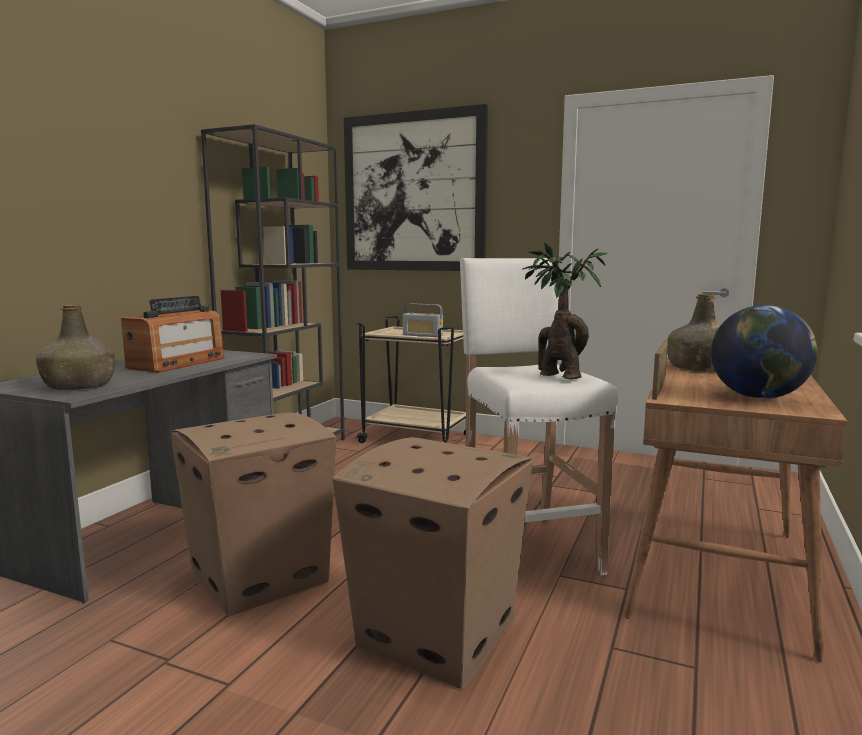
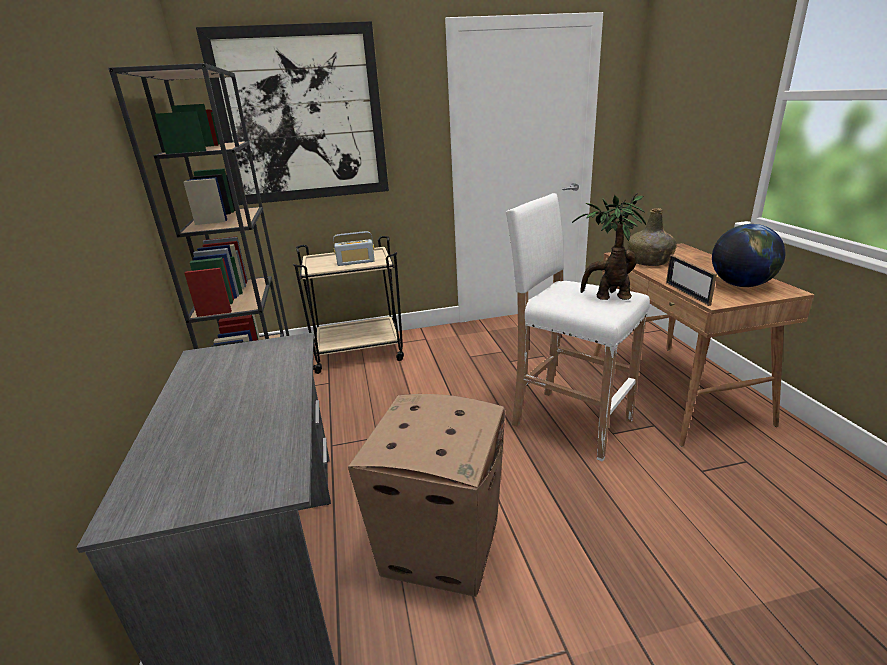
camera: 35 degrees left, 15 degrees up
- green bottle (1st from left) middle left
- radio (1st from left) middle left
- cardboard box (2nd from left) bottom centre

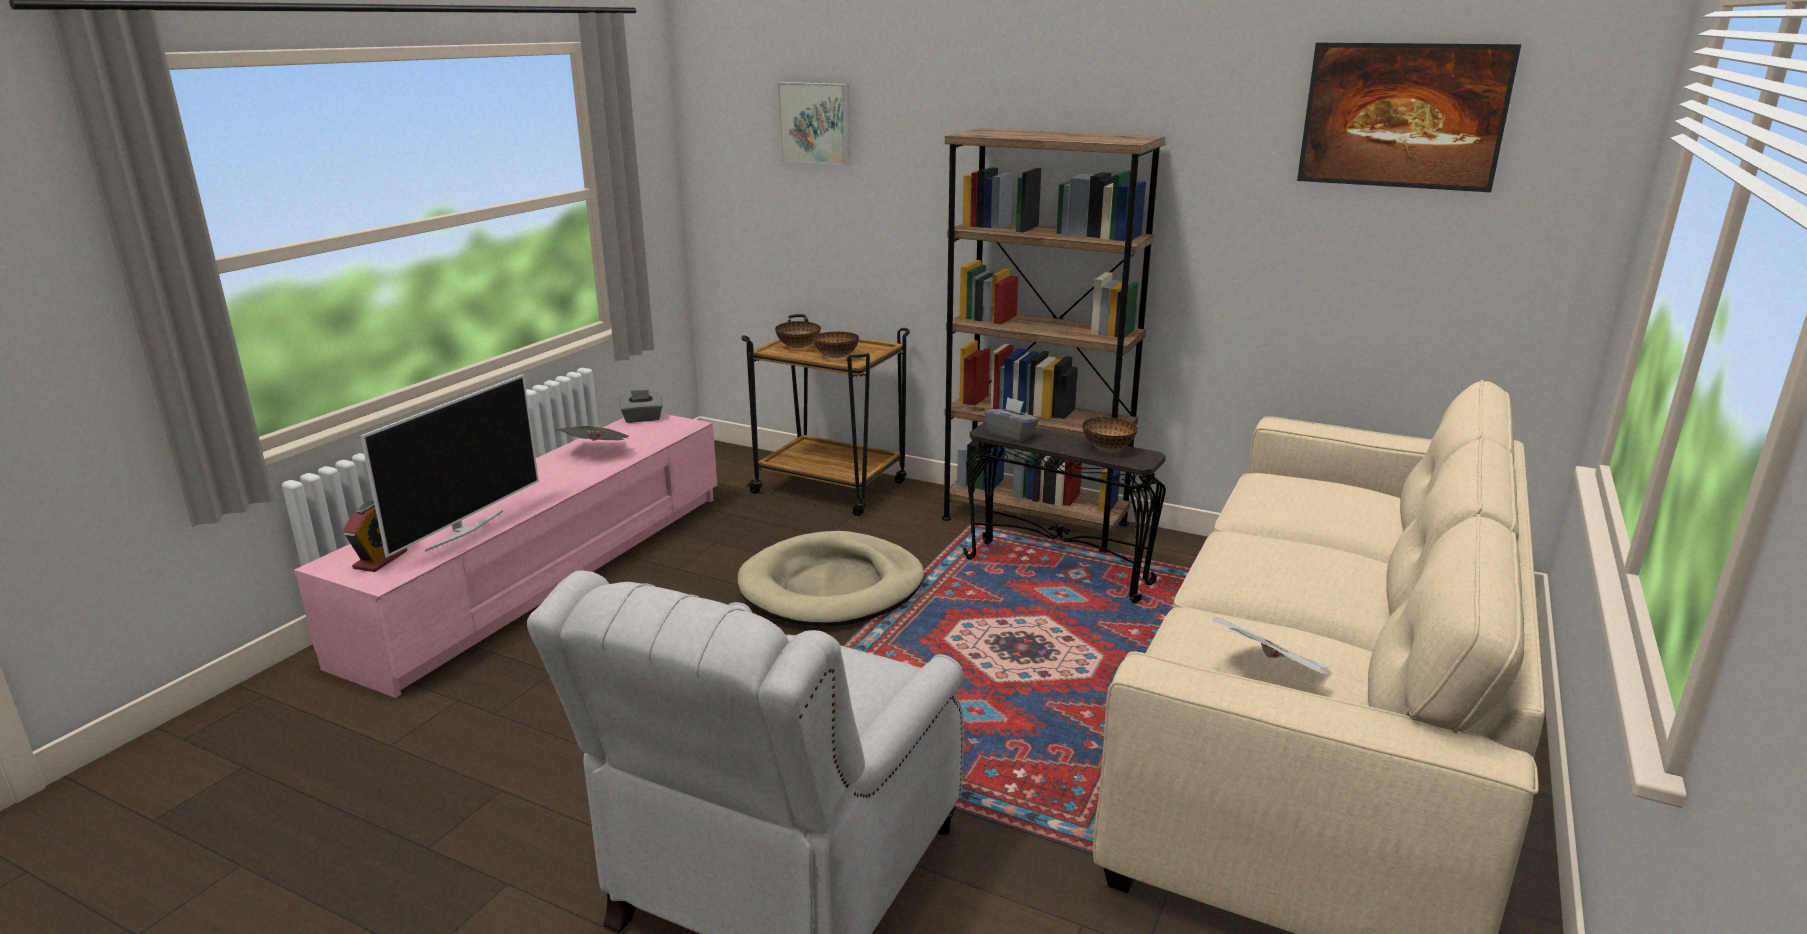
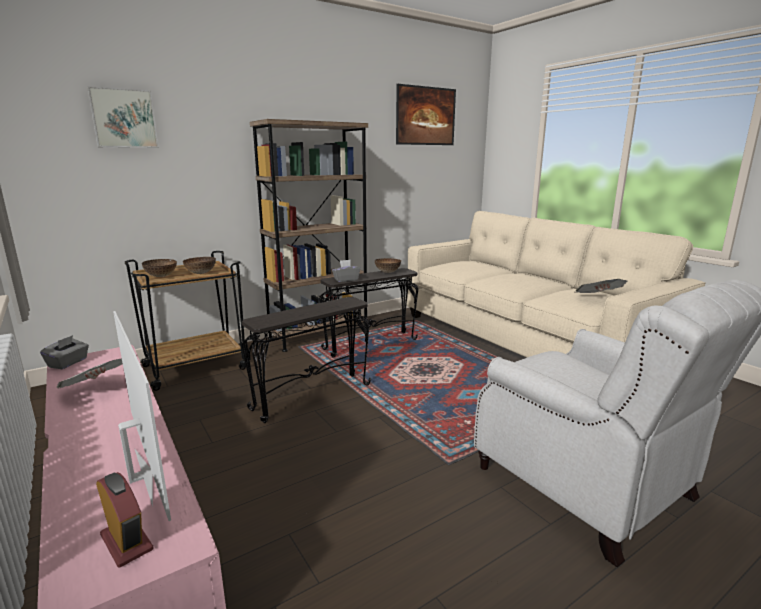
camera: 60 degrees left, 5 degrees down
~ beige dog bed centre to black side table (1st from left) centre

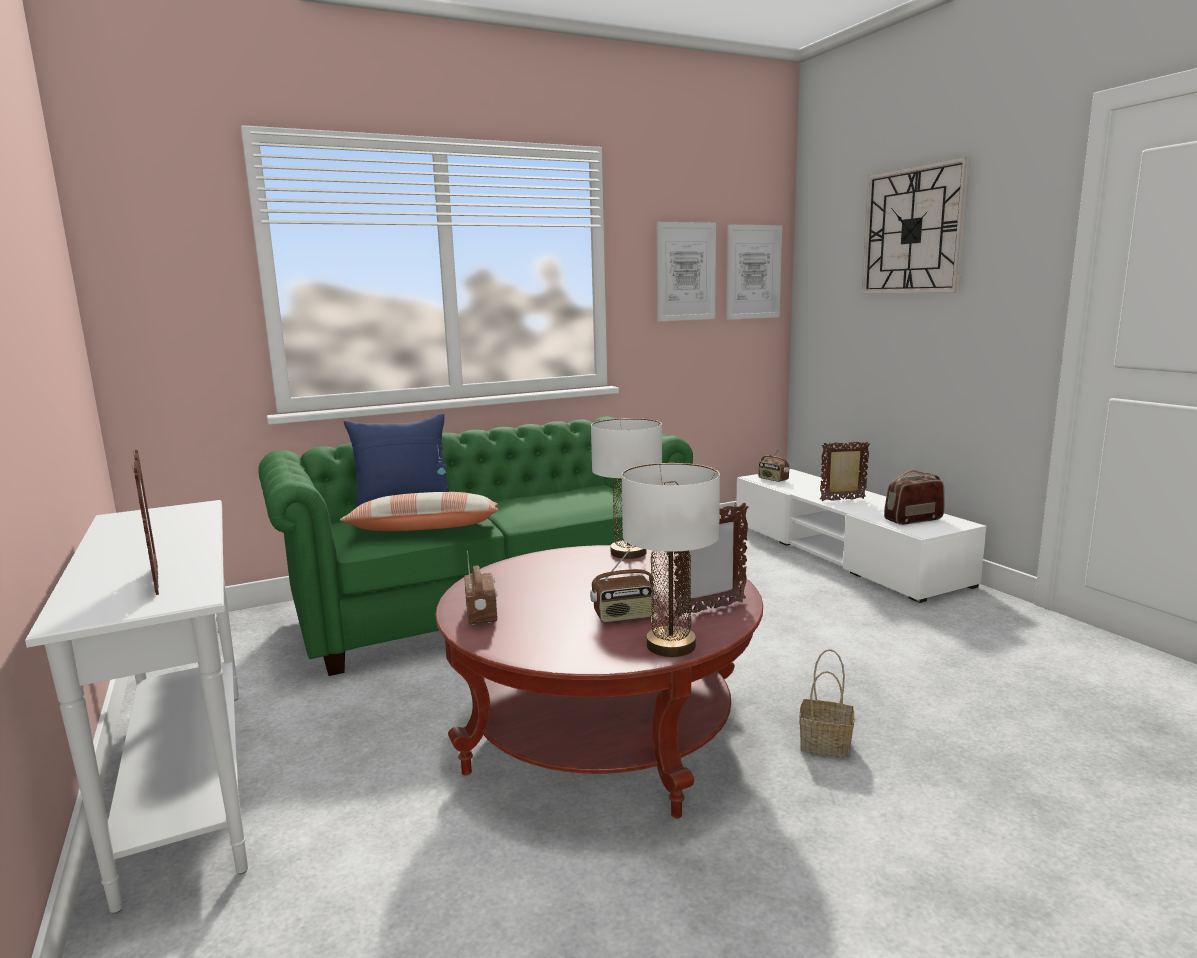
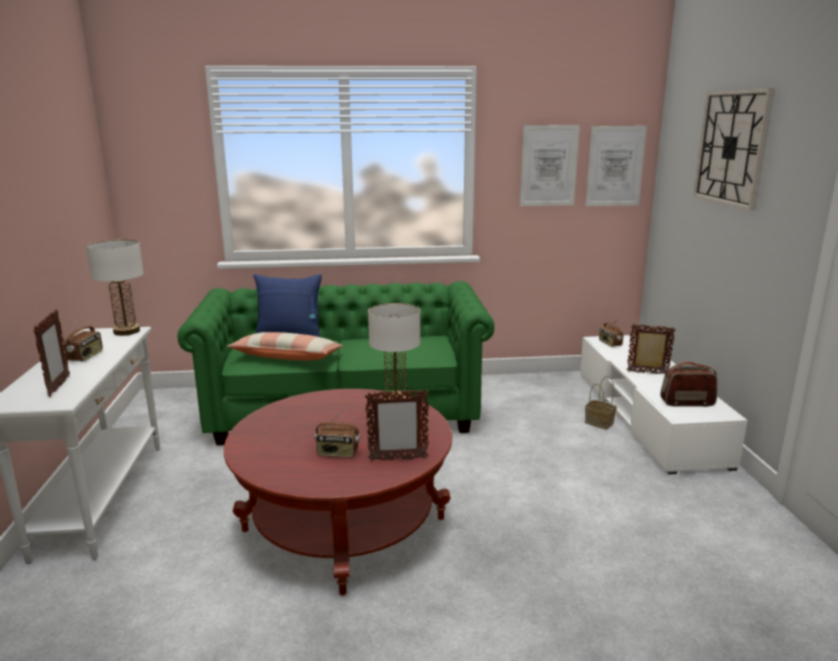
camera: 20 degrees right, 5 degrees up
~ radio (1st from left) centre to middle left
~ table lamp (2nd from left in the first image) centre to table lamp (1st from left) middle left
~ basket bottom right to middle right

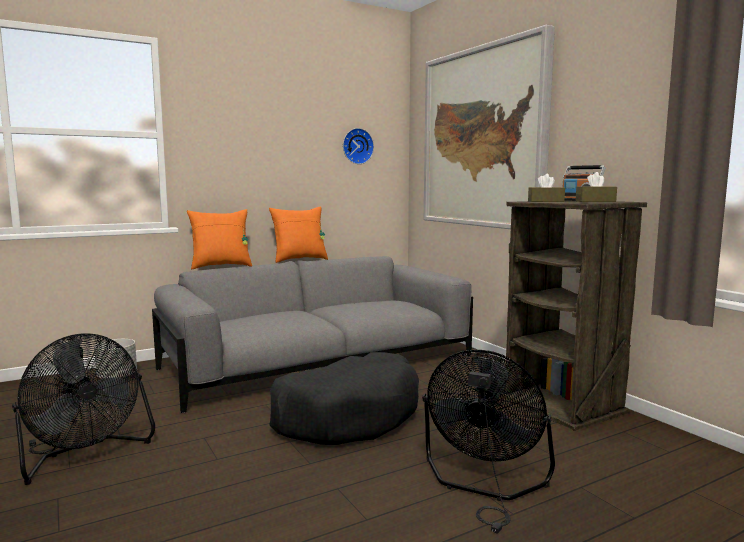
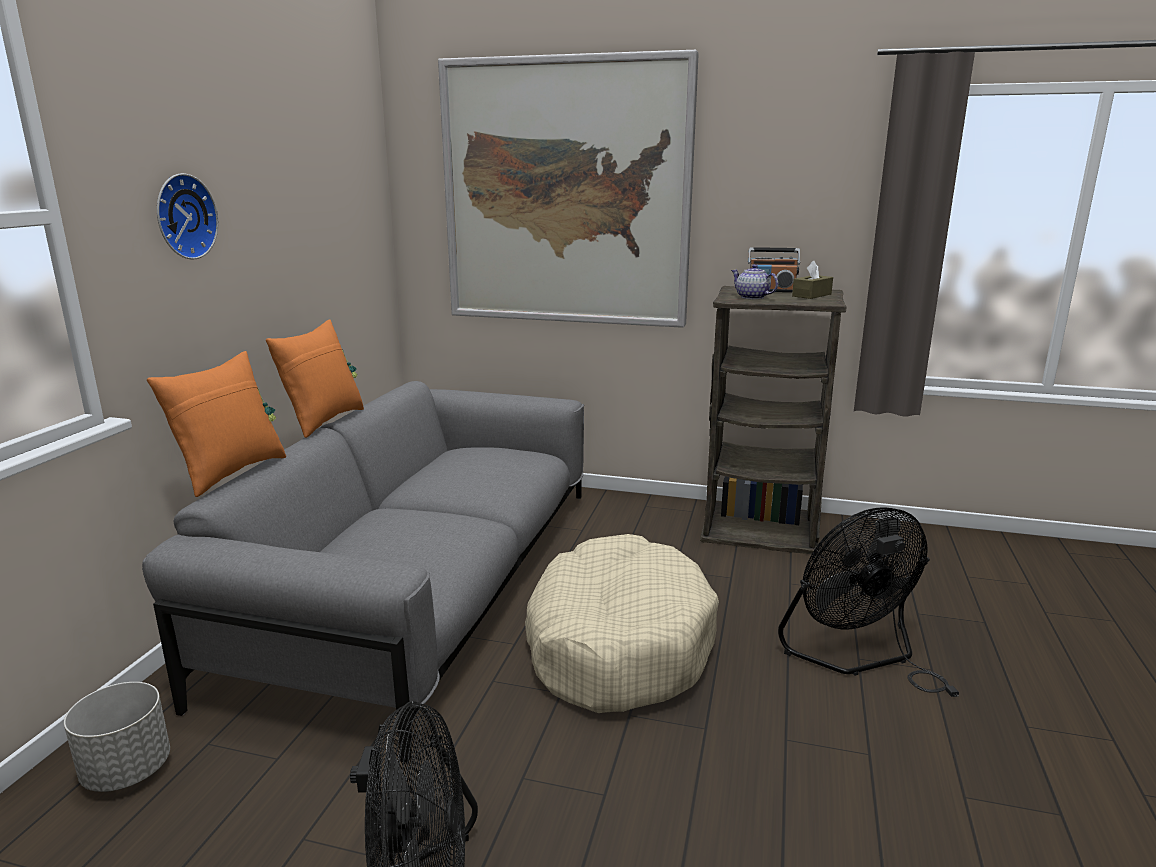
camera: 45 degrees left, 10 degrees up
~ black dog bed bottom centre to beige dog bed bottom centre
~ wall clock top centre to top left
~ brown tissue box (1st from left) middle right to teapot top centre

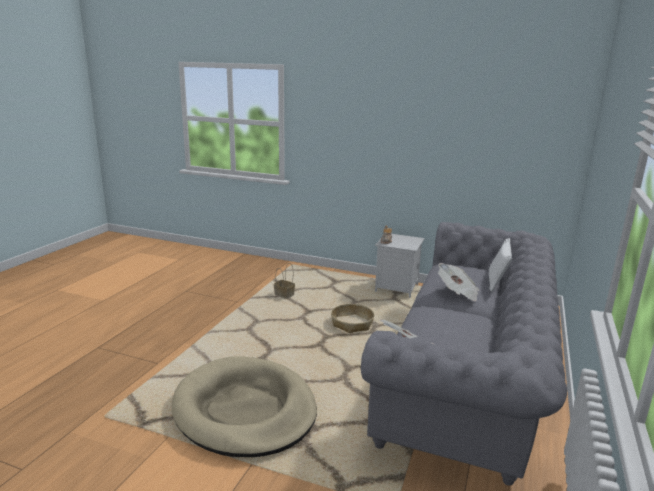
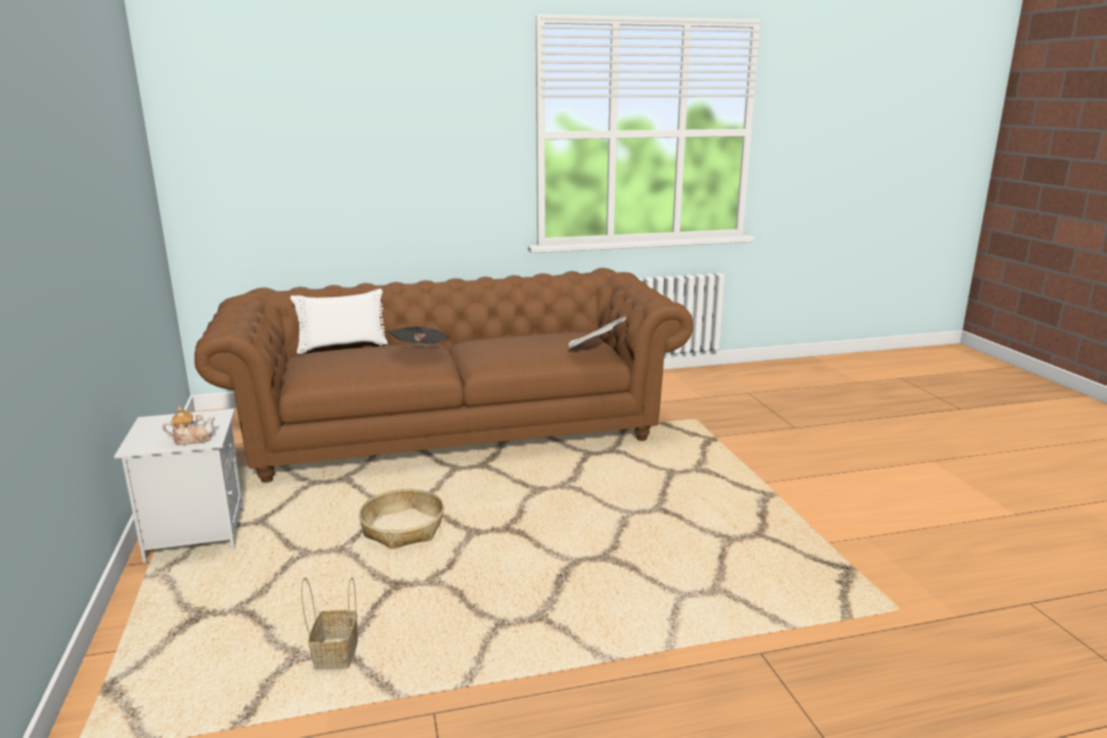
camera: 125 degrees left, 0 degrees up
- beige dog bed bottom centre
~ grey sofa bottom right to brown sofa centre

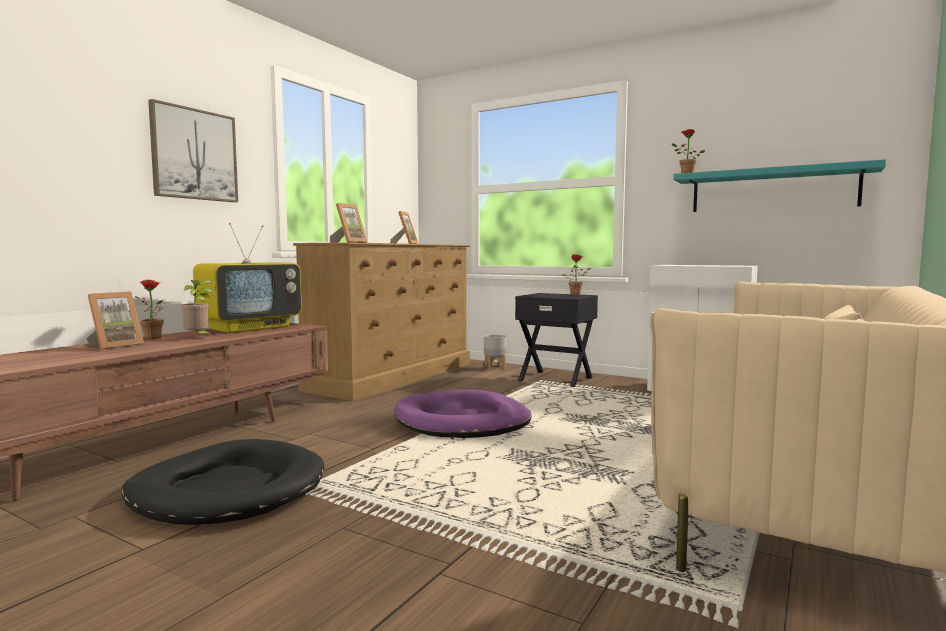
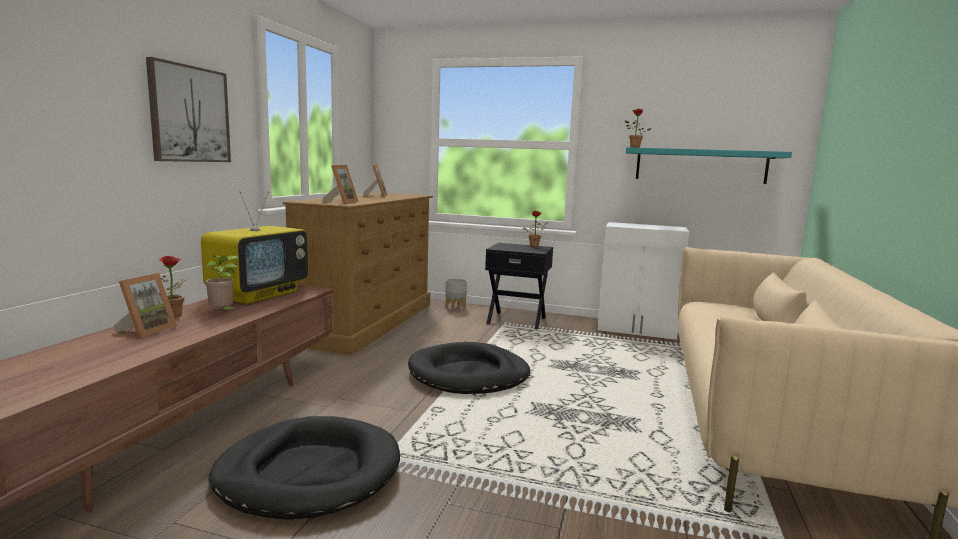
camera: 15 degrees left, 5 degrees up
~ purple dog bed centre to black dog bed (2nd from left) bottom centre

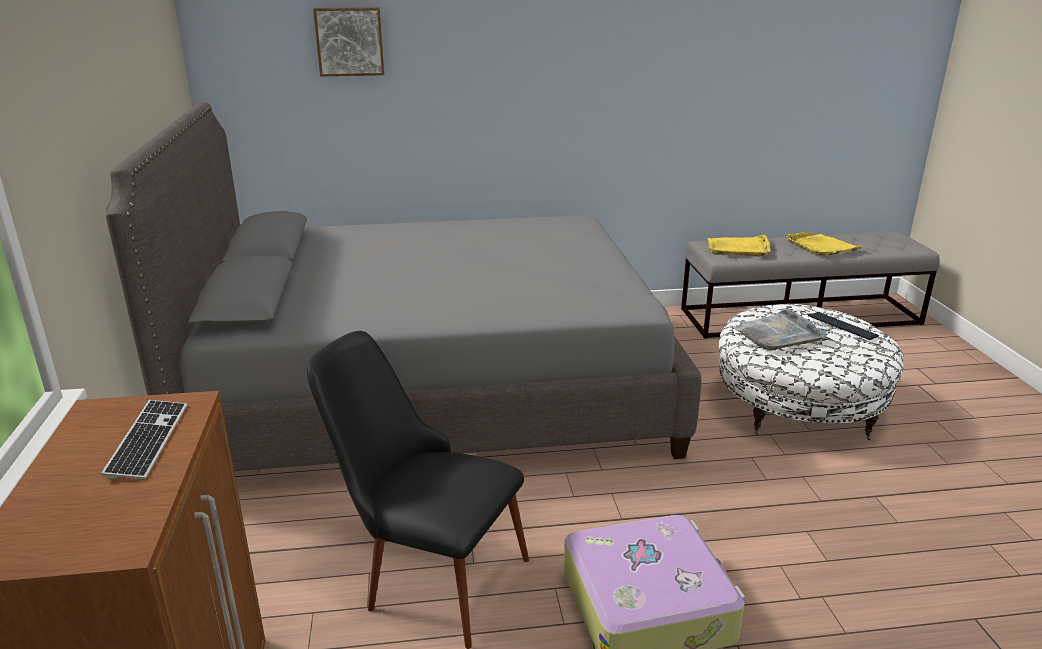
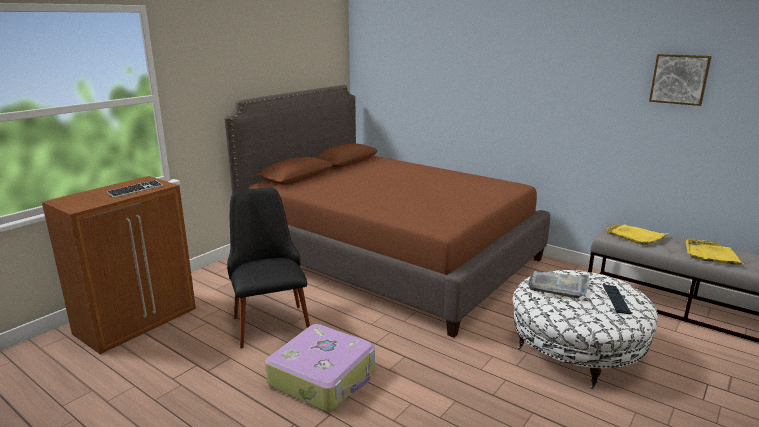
camera: 45 degrees right, 5 degrees down
~ grey bed centre to brown bed centre
~ picture top centre to top right

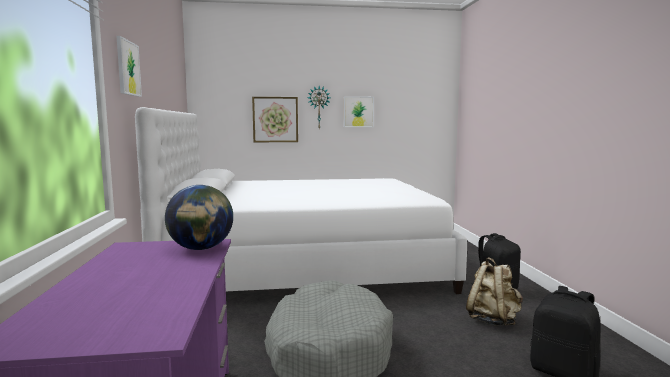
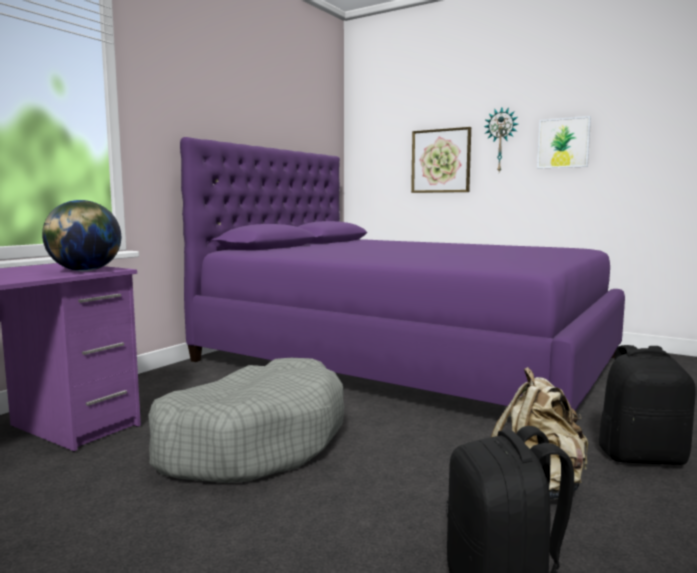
camera: 40 degrees right, 0 degrees up
- picture (1st from left) top left
~ white bed centre to purple bed centre

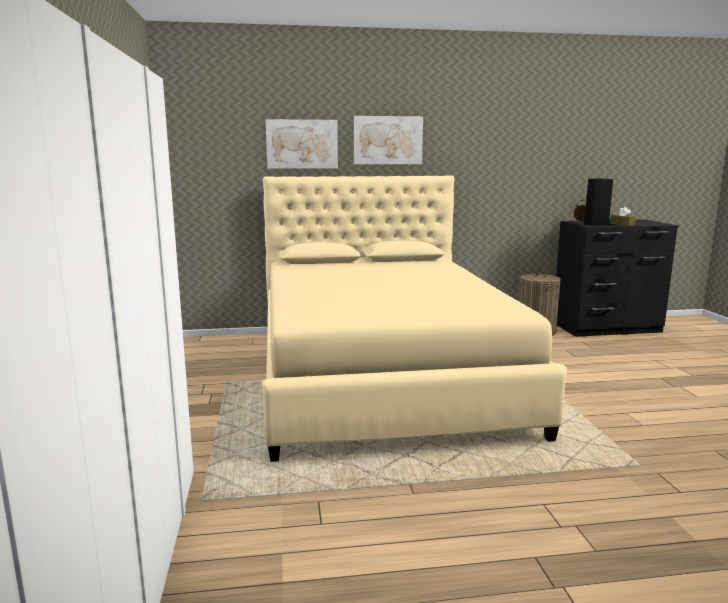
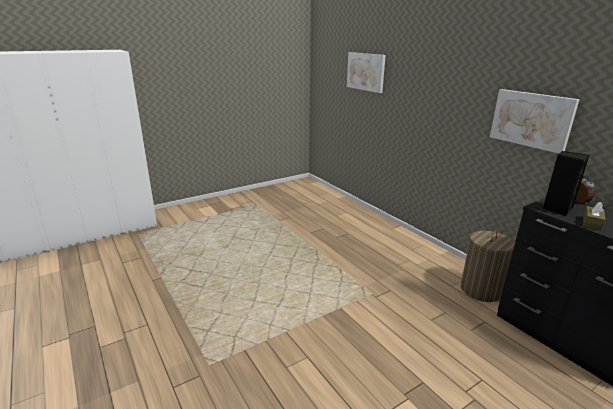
camera: 65 degrees right, 10 degrees up
- beige bed centre
~ picture (2nd from left) top centre to top right

